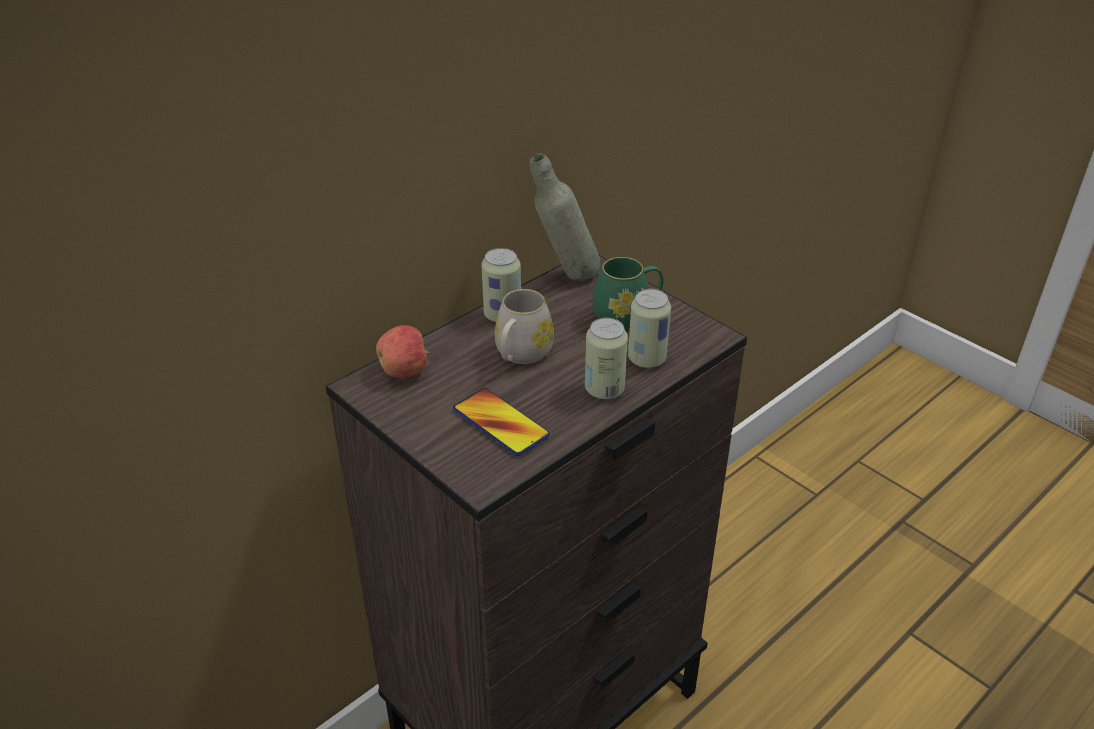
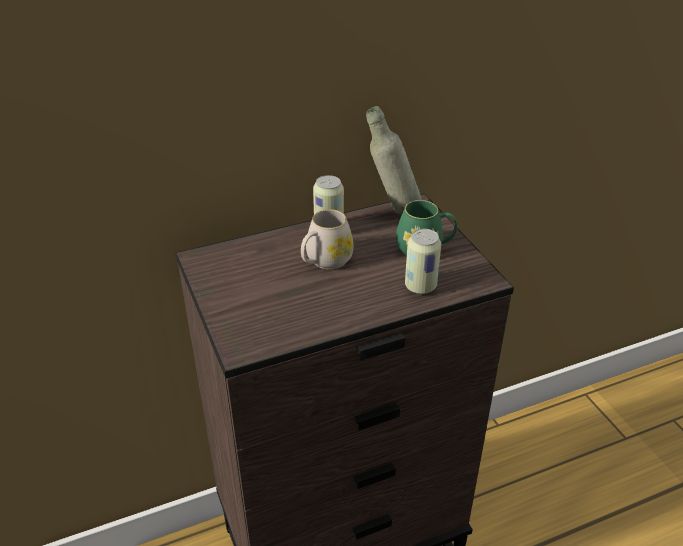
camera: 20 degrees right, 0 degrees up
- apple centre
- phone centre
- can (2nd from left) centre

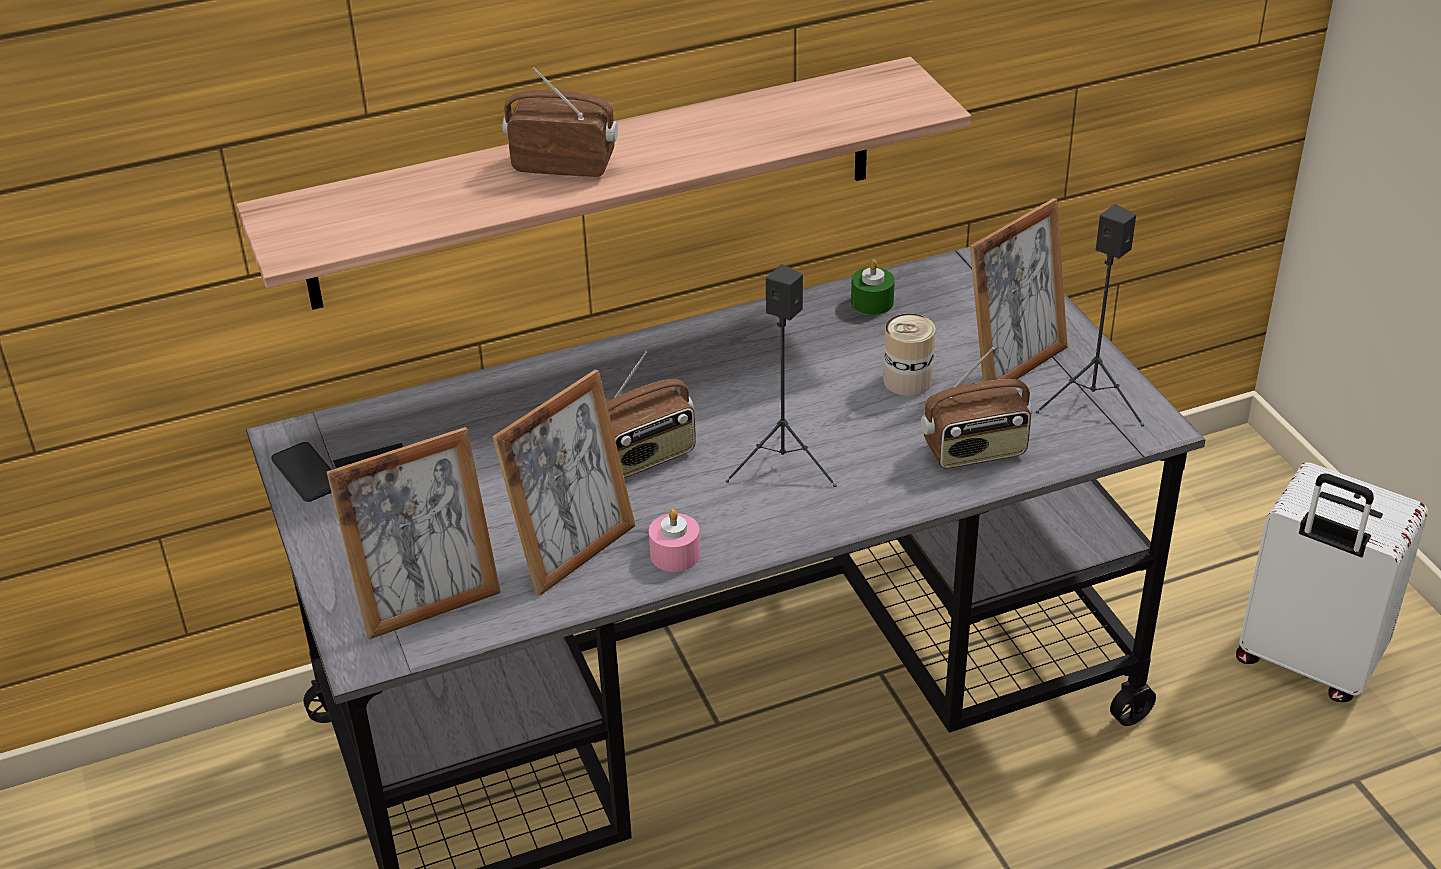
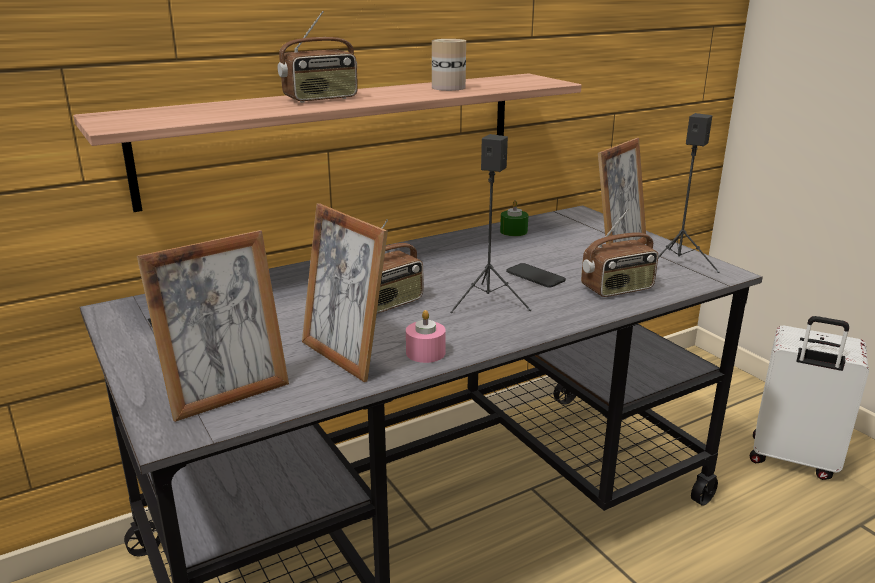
camera: 10 degrees left, 15 degrees down
~ phone middle left to centre
~ picture frame (2nd from left) centre = centre 105 degrees clockwise
~ radio (1st from left) top centre = top centre 150 degrees clockwise
~ can centre to top centre

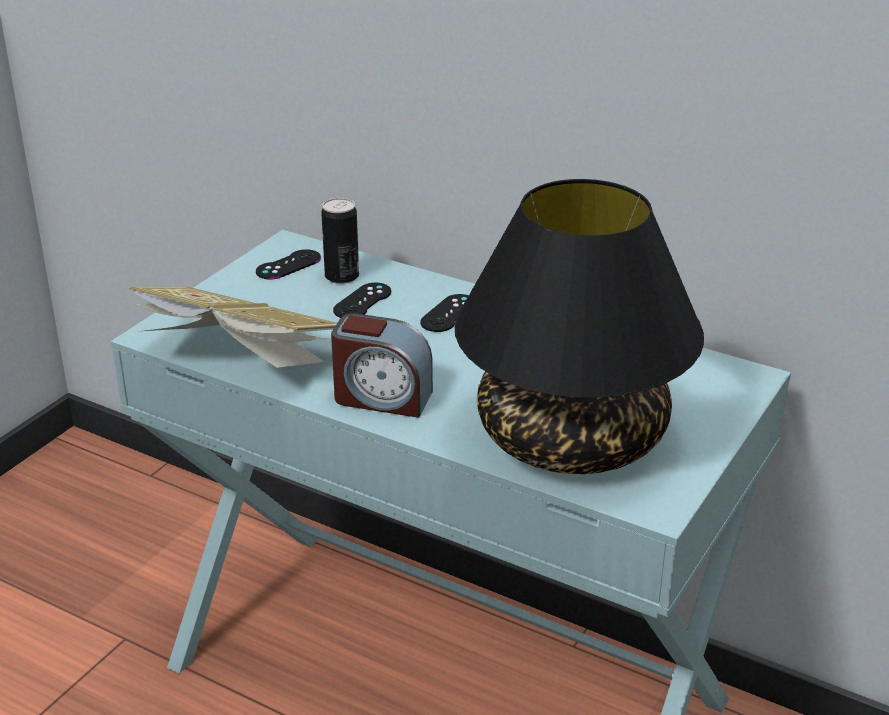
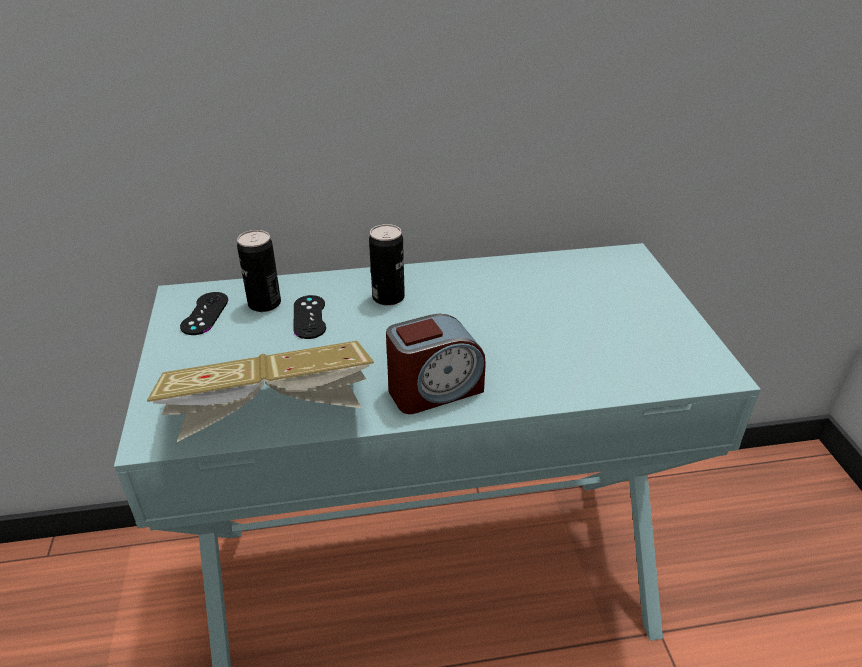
camera: 40 degrees left, 5 degrees up
~ black game controller (3rd from left) centre to can (2nd from left) centre
- black table lamp centre

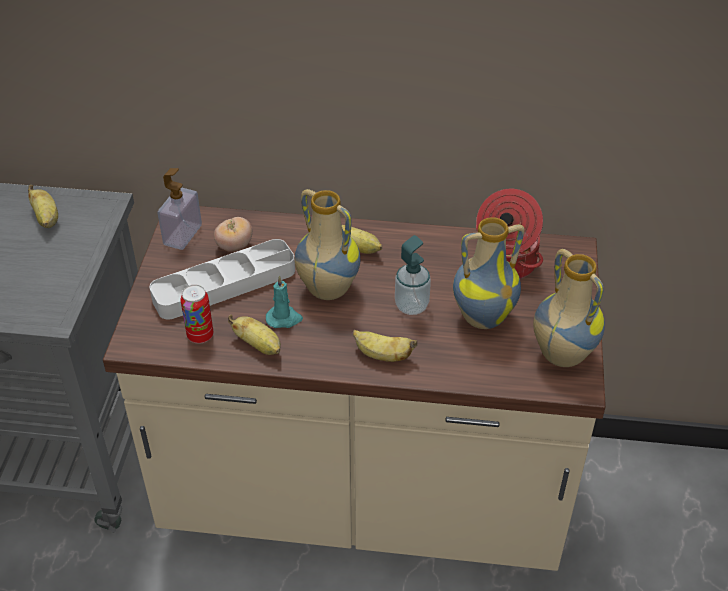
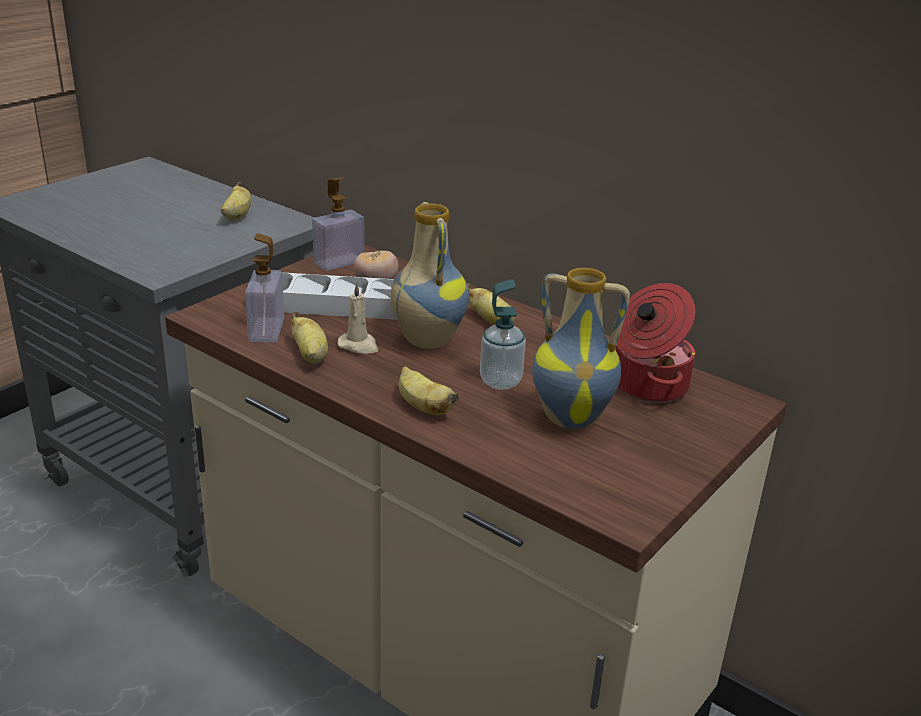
camera: 30 degrees right, 15 degrees down
~ can middle left to soap dispenser (1st from left) middle left
~ turquoise candle centre to beige candle centre
- vase (3rd from left) middle right

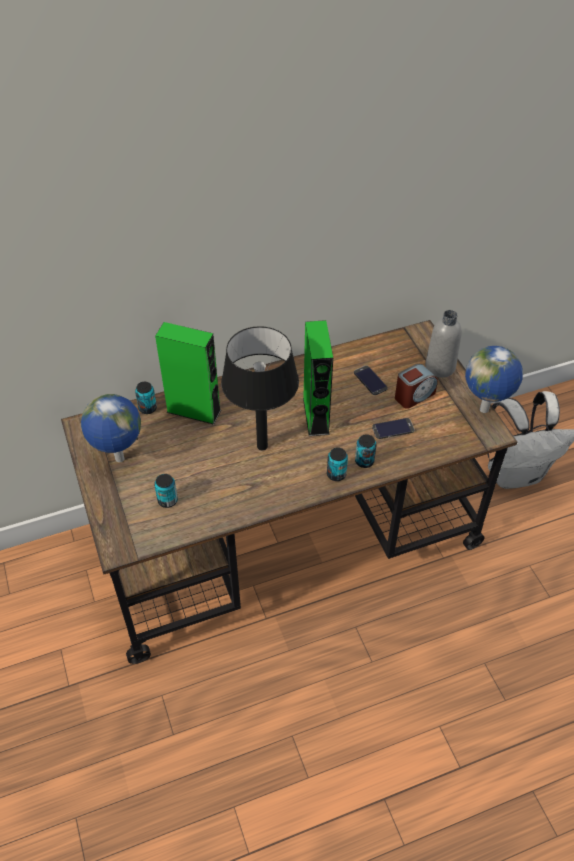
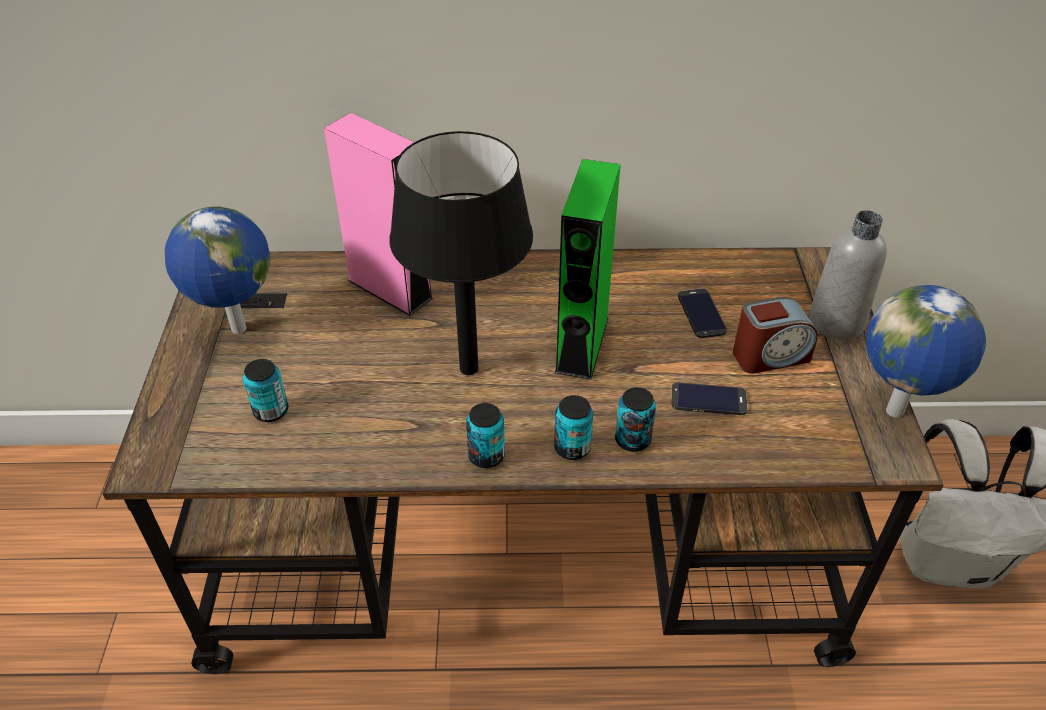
camera: 20 degrees right, 5 degrees down
~ can (1st from left in the first image) middle left to can (2nd from left) centre
~ green speaker (1st from left) middle left to pink speaker top centre

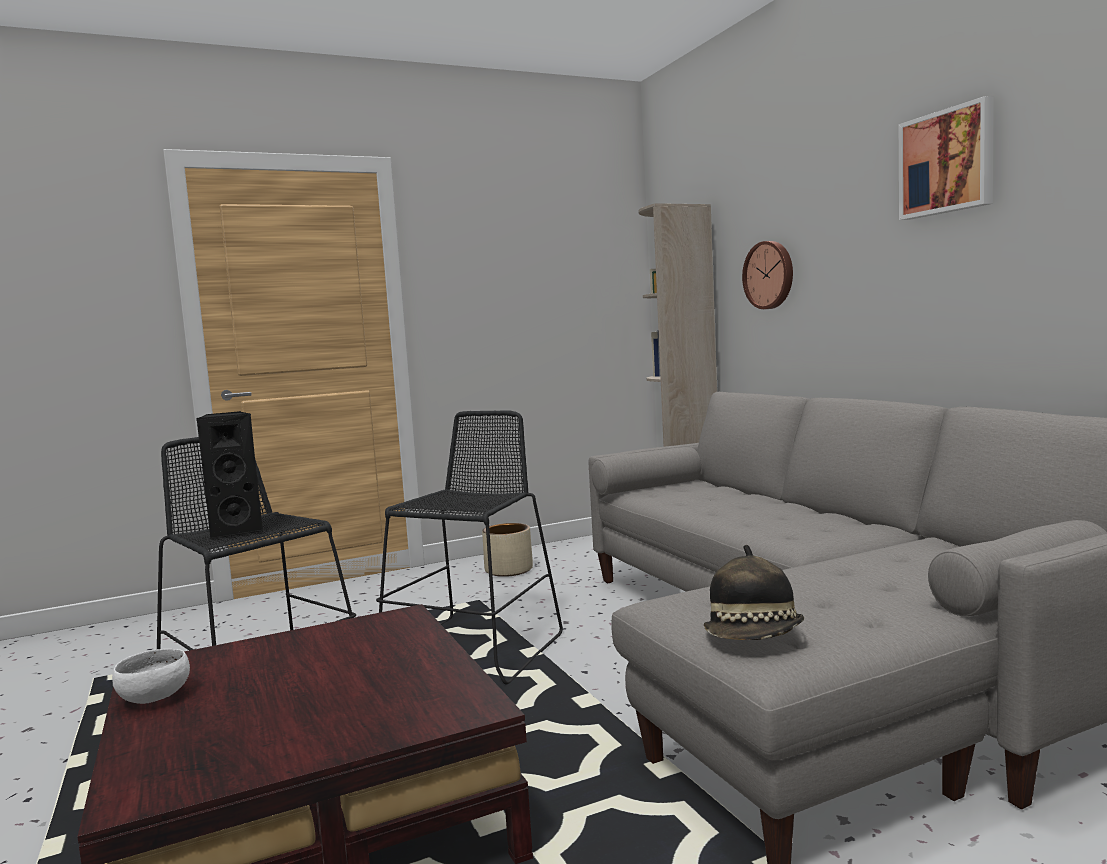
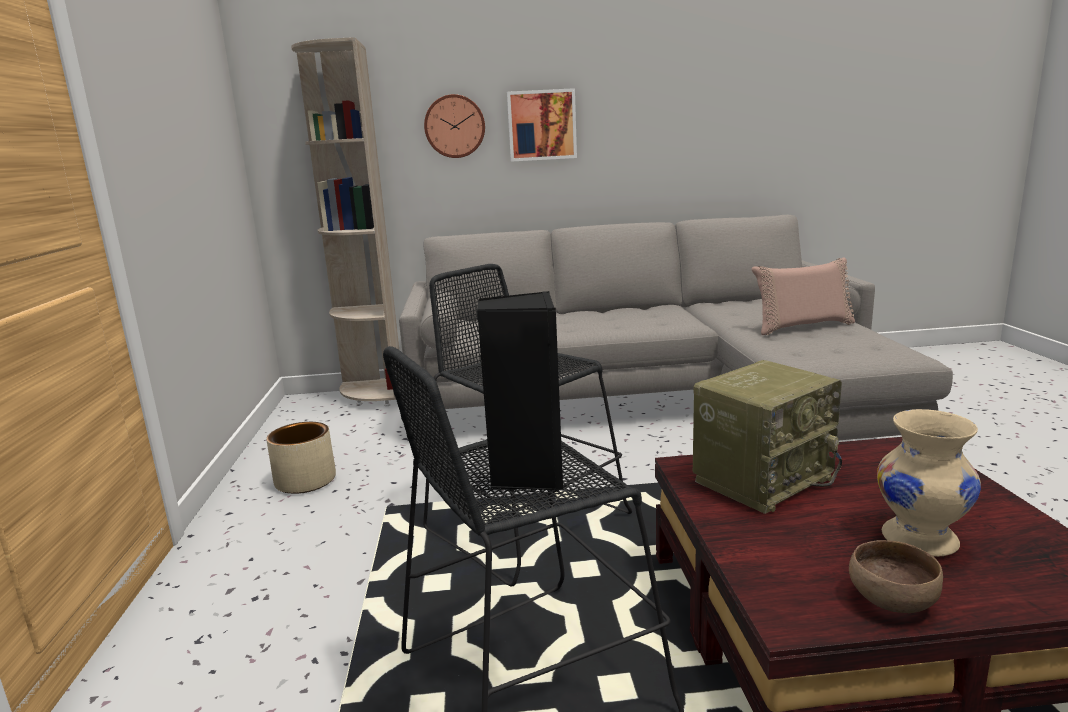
camera: 70 degrees left, 10 degrees up
~ white bowl bottom left to brown bowl bottom right
- hat bottom right
~ picture top right to top centre
+ radio middle right
+ beige pillow middle right
+ beige vase bottom right

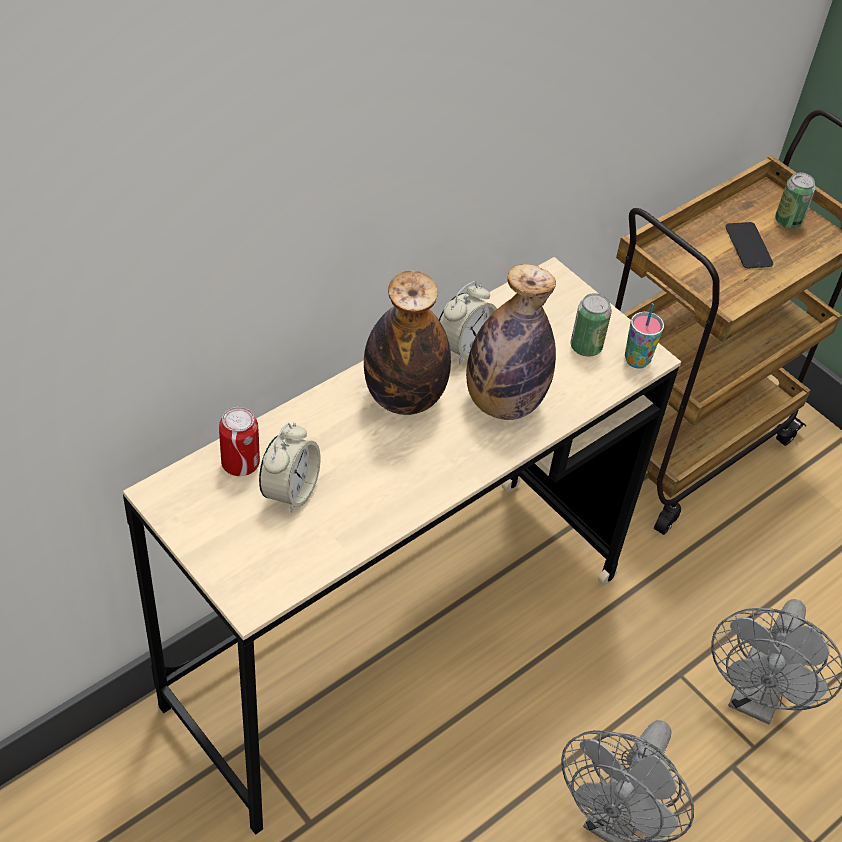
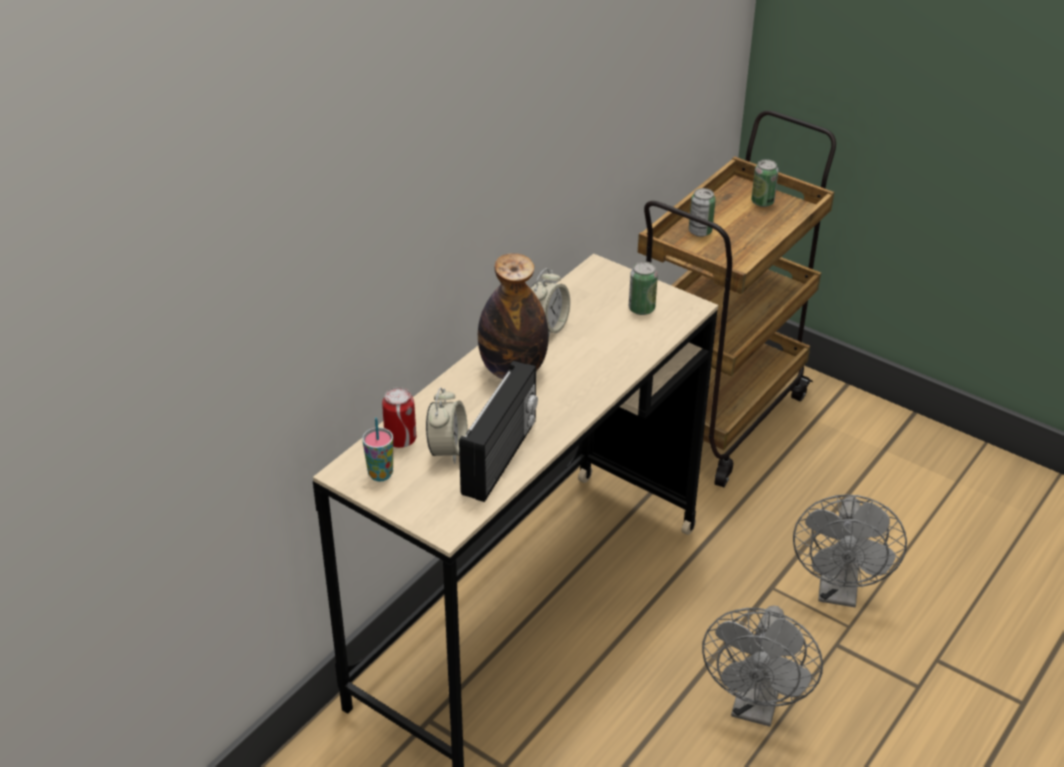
camera: 10 degrees left, 10 degrees down
- bottle (2nd from left) centre
~ cup middle right to centre
- phone top right
+ radio centre
+ can (3rd from left) top centre

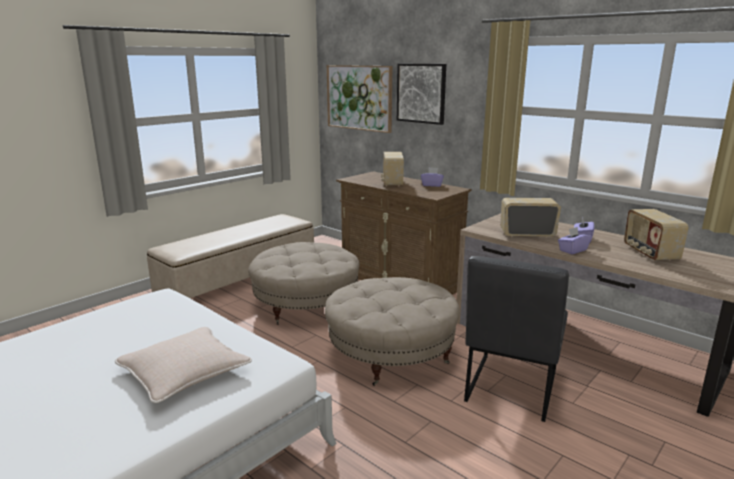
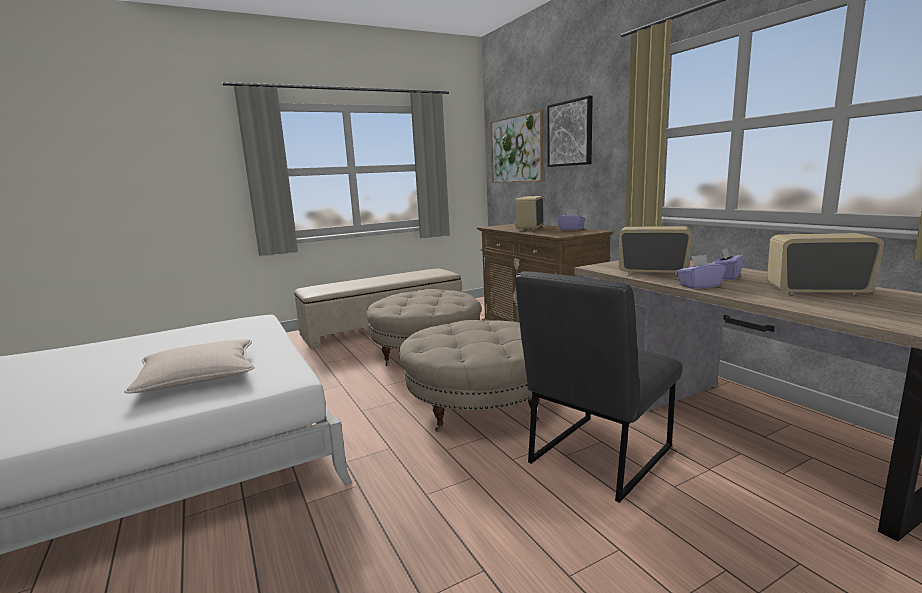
camera: 20 degrees right, 5 degrees down
~ radio (3rd from left) middle right = middle right 90 degrees clockwise

